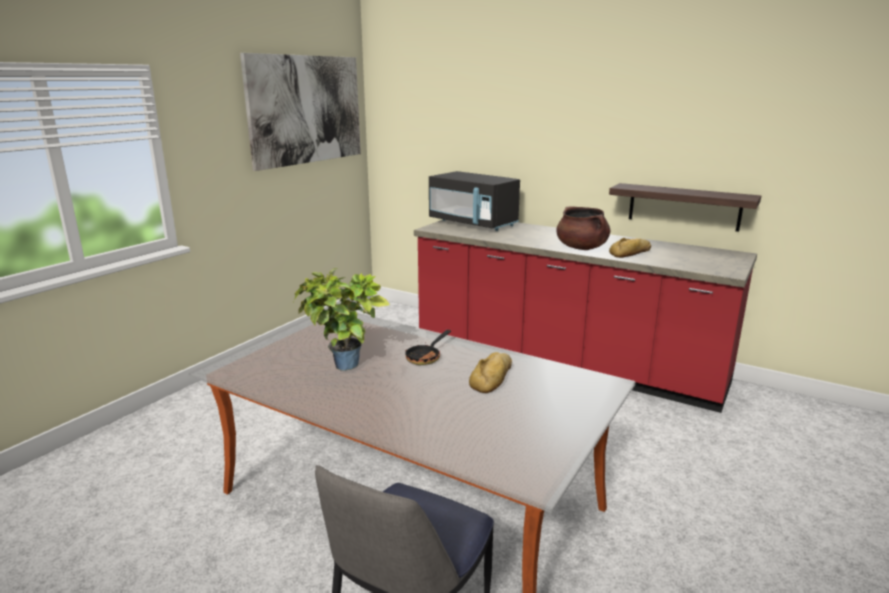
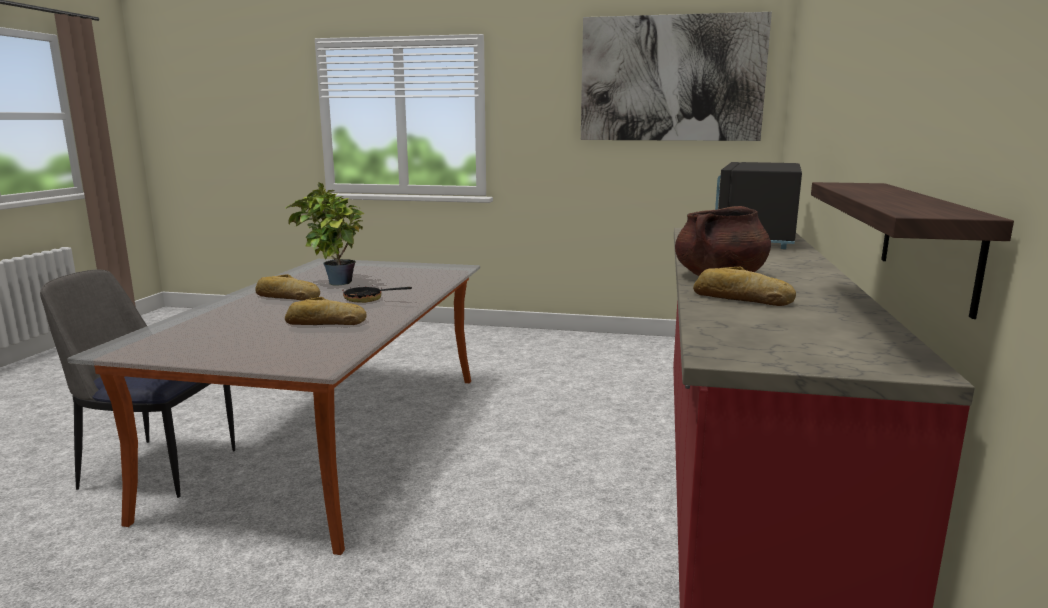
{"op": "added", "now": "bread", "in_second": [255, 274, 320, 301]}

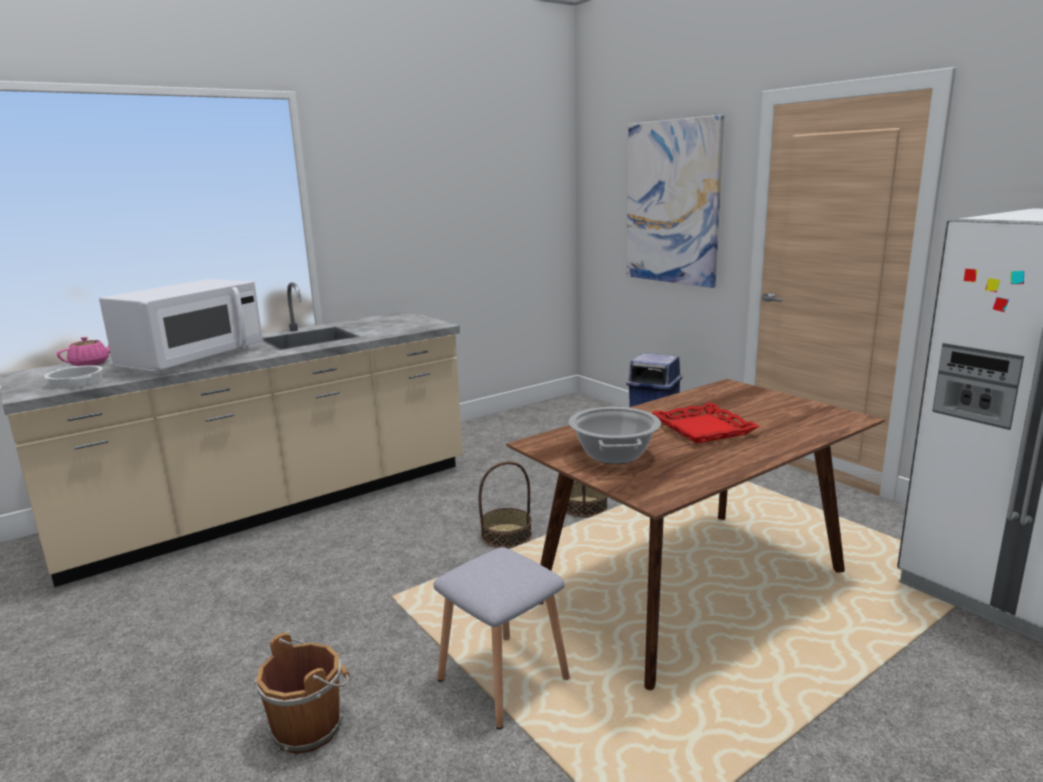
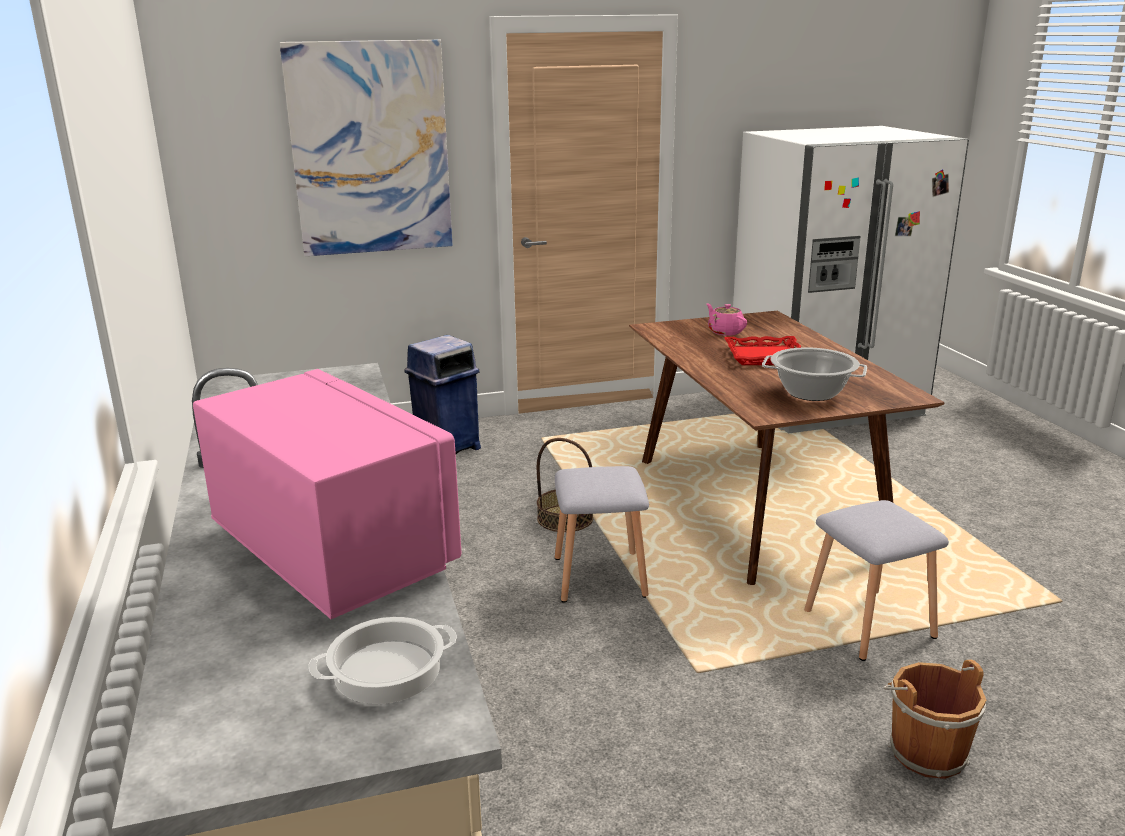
{"op": "recoloured", "was": "white microwave", "now": "pink microwave", "in_first": [99, 279, 263, 374], "in_second": [193, 369, 461, 619]}
{"op": "replaced", "was": "basket", "now": "grey stool", "in_first": [479, 461, 532, 548], "in_second": [555, 466, 649, 603]}
{"op": "moved", "was": "pink teapot", "in_first": [57, 337, 110, 366], "in_second": [706, 303, 747, 336]}

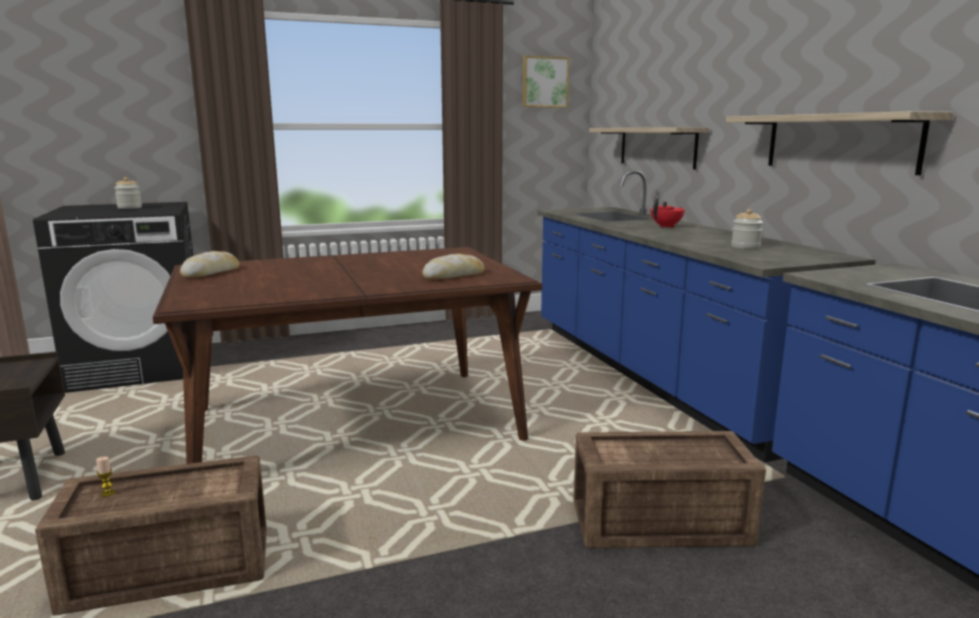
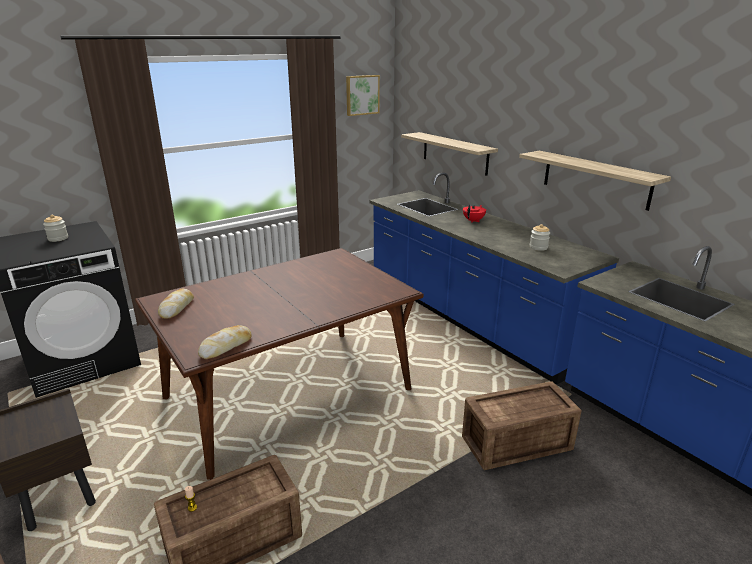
{"op": "moved", "was": "bread", "in_first": [422, 254, 485, 279], "in_second": [198, 325, 252, 359]}

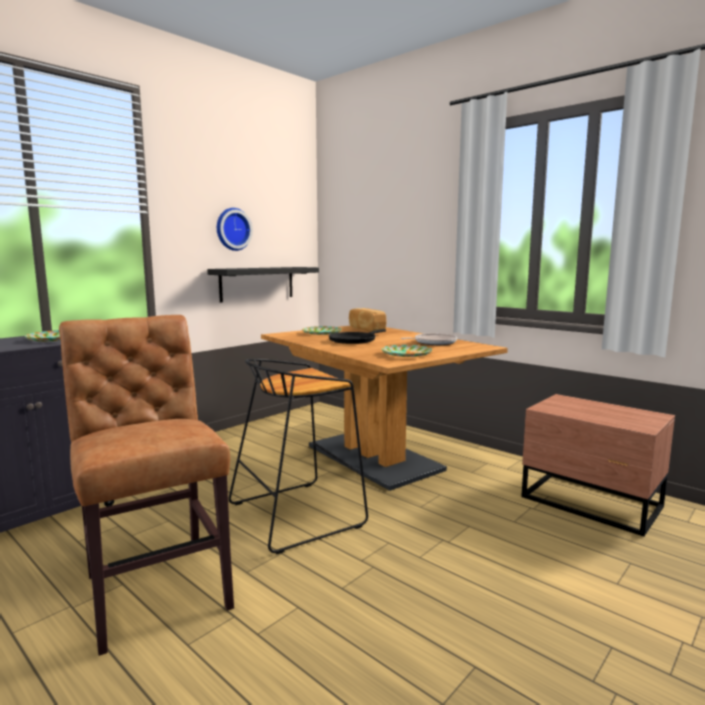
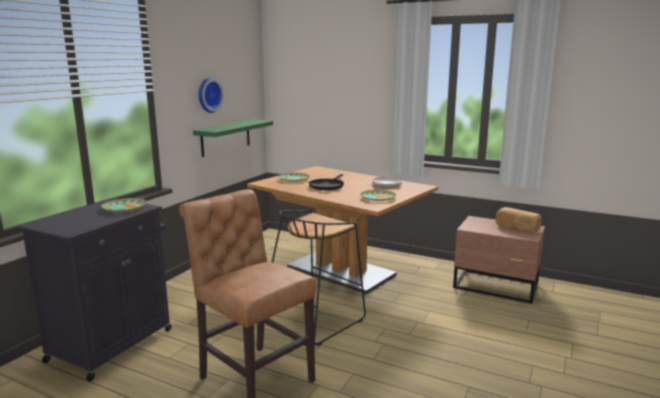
{"op": "recoloured", "was": "black shelf", "now": "green shelf", "in_first": [207, 267, 319, 303], "in_second": [193, 120, 273, 157]}
{"op": "moved", "was": "bread", "in_first": [349, 308, 387, 331], "in_second": [496, 207, 541, 233]}

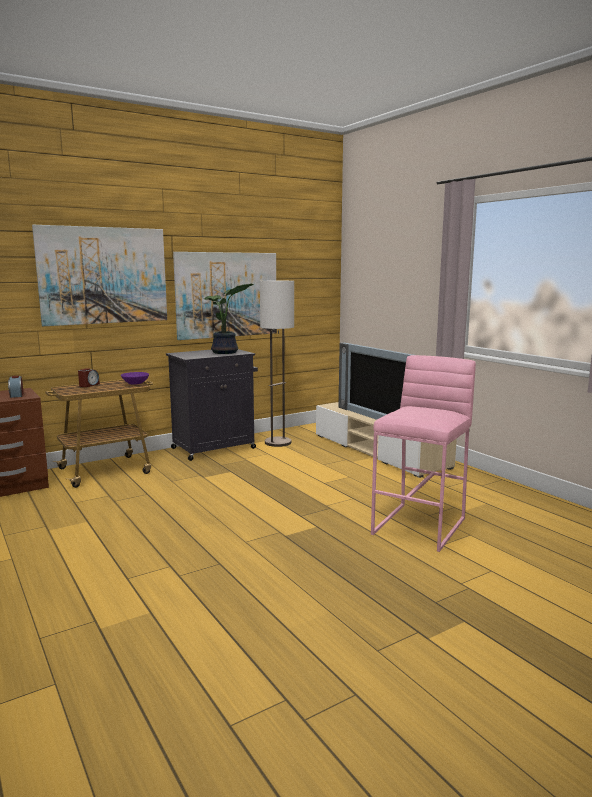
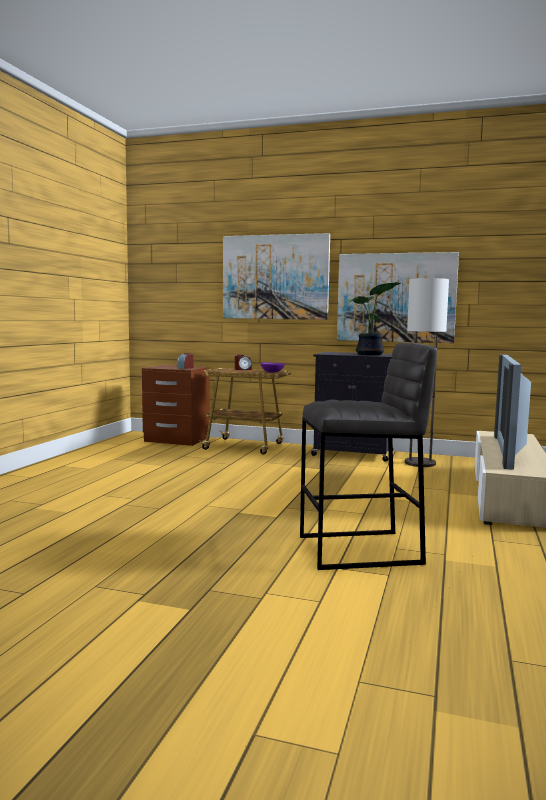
{"op": "recoloured", "was": "pink stool", "now": "grey stool", "in_first": [371, 355, 476, 552], "in_second": [300, 343, 437, 570]}

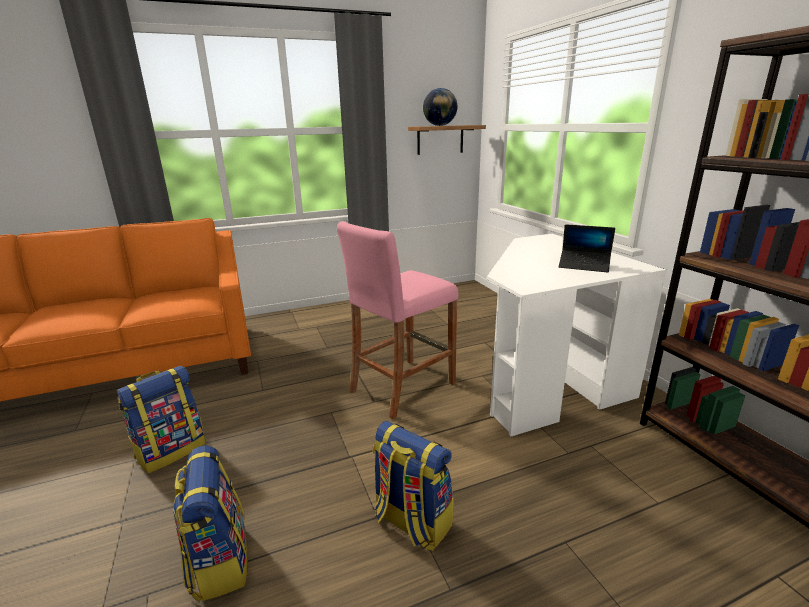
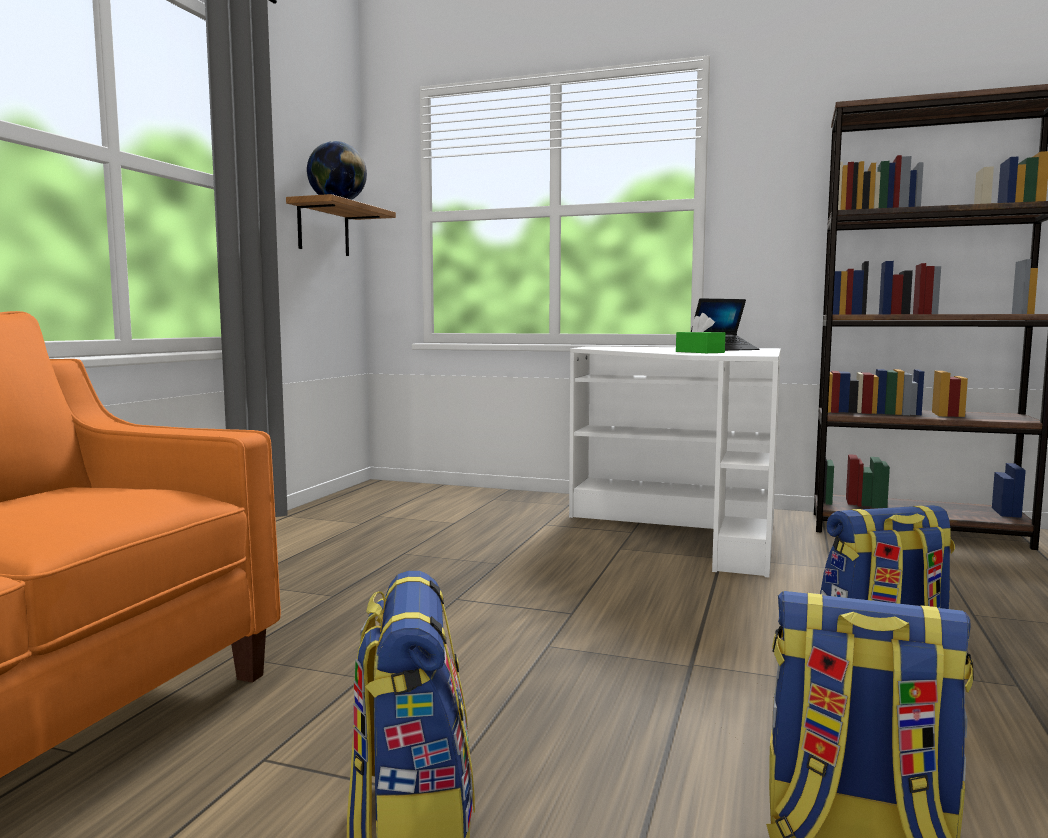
{"op": "added", "now": "green tissue box", "in_second": [676, 313, 725, 353]}
{"op": "removed", "was": "pink stool", "in_first": [337, 221, 458, 419]}

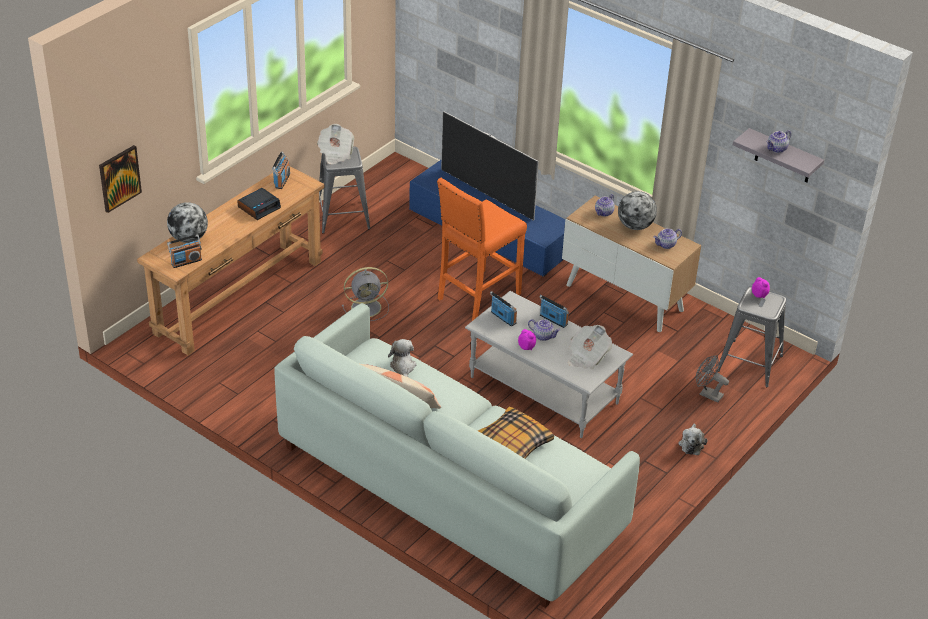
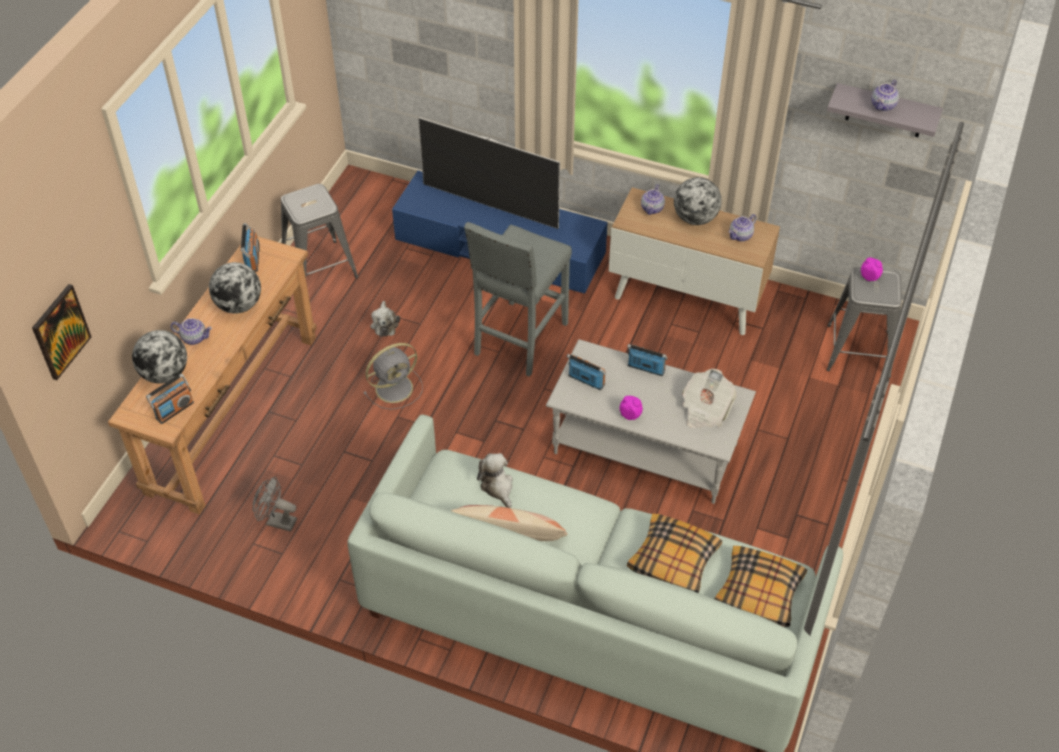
{"op": "moved", "was": "teapot", "in_first": [528, 319, 561, 341], "in_second": [171, 318, 212, 345]}
{"op": "replaced", "was": "alarm clock", "now": "globe", "in_first": [237, 188, 281, 220], "in_second": [209, 262, 261, 314]}
{"op": "moved", "was": "grey fan", "in_first": [695, 355, 729, 403], "in_second": [253, 477, 297, 532]}
{"op": "moved", "was": "plush toy", "in_first": [678, 424, 707, 455], "in_second": [370, 301, 400, 337]}
{"op": "recoloured", "was": "orange stool", "now": "grey stool", "in_first": [437, 178, 527, 321], "in_second": [464, 222, 572, 377]}
{"op": "added", "now": "pillow", "in_second": [715, 546, 807, 627]}
{"op": "removed", "was": "newspaper", "in_first": [317, 124, 354, 164]}

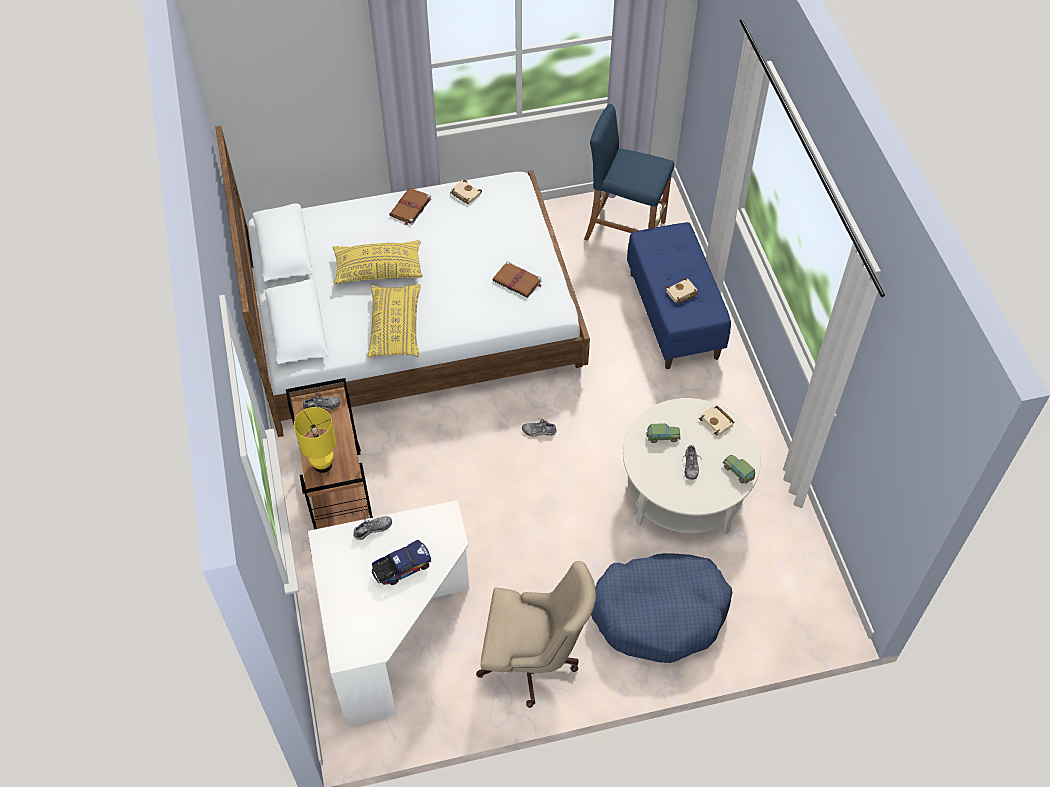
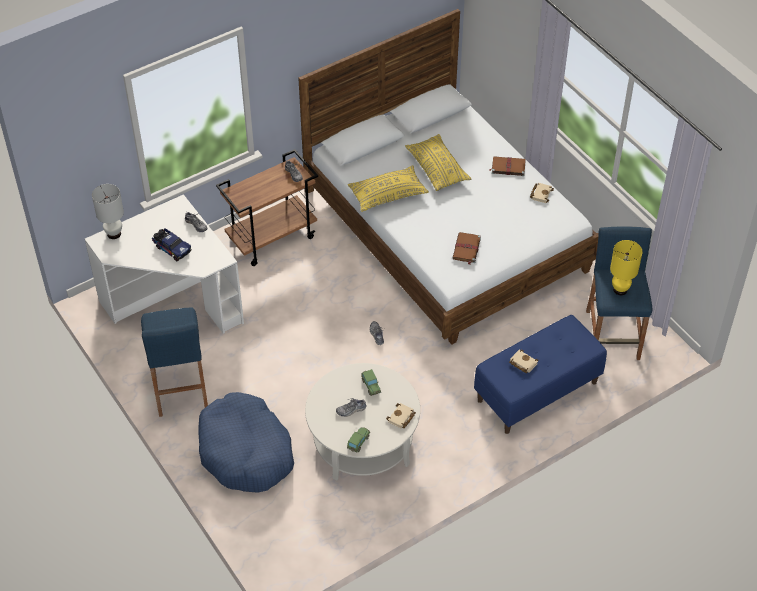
{"op": "added", "now": "white table lamp", "in_second": [92, 184, 124, 239]}
{"op": "replaced", "was": "beige office chair", "now": "blue stool", "in_first": [476, 561, 596, 708], "in_second": [141, 307, 208, 417]}
{"op": "moved", "was": "yellow table lamp", "in_first": [294, 407, 336, 473], "in_second": [610, 240, 643, 295]}

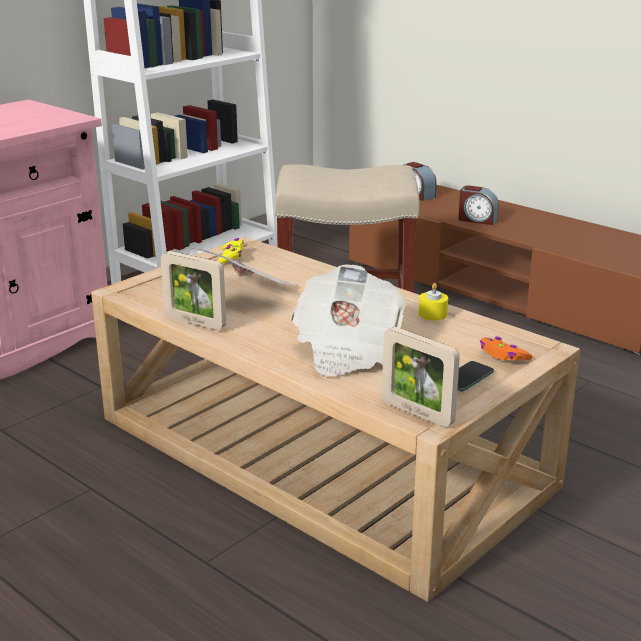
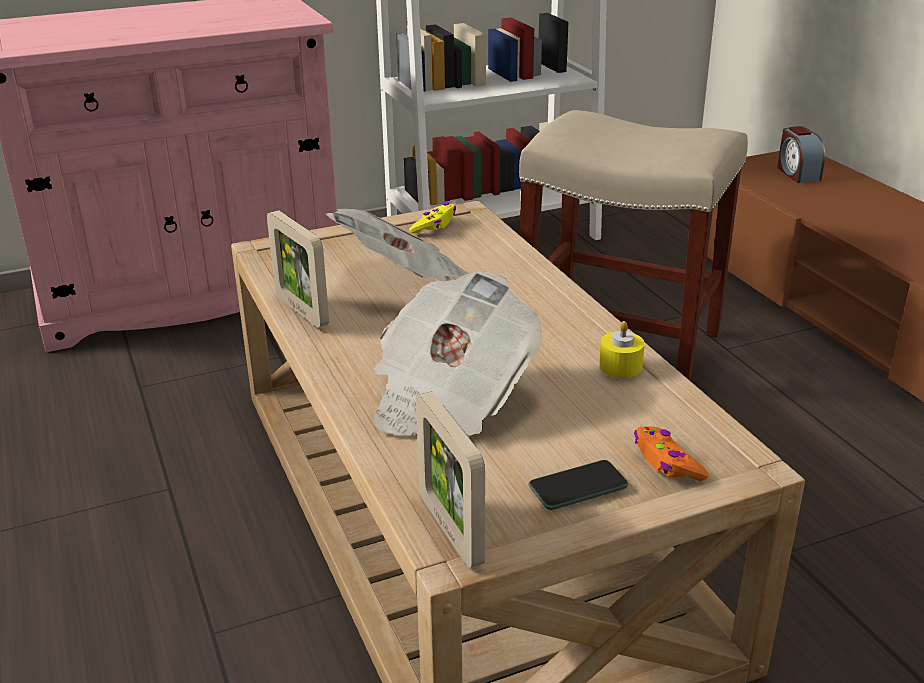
{"op": "removed", "was": "alarm clock", "in_first": [458, 185, 499, 225]}

